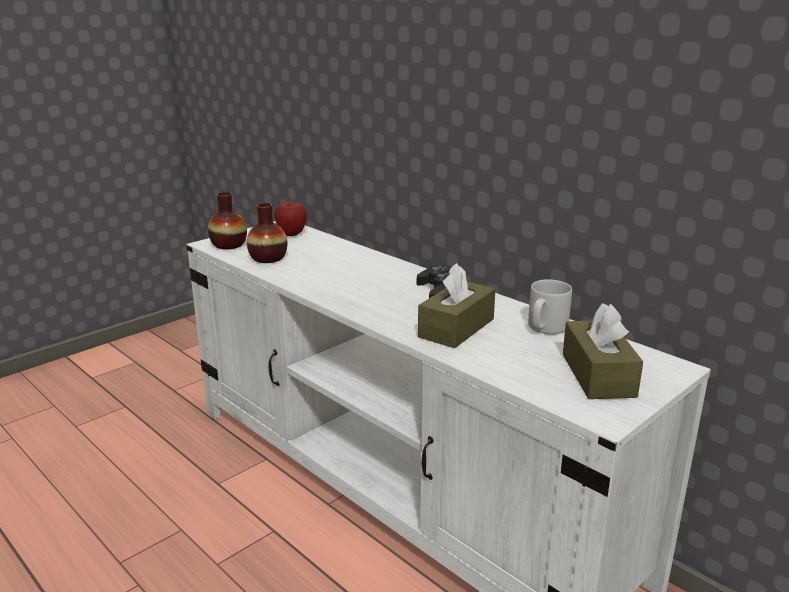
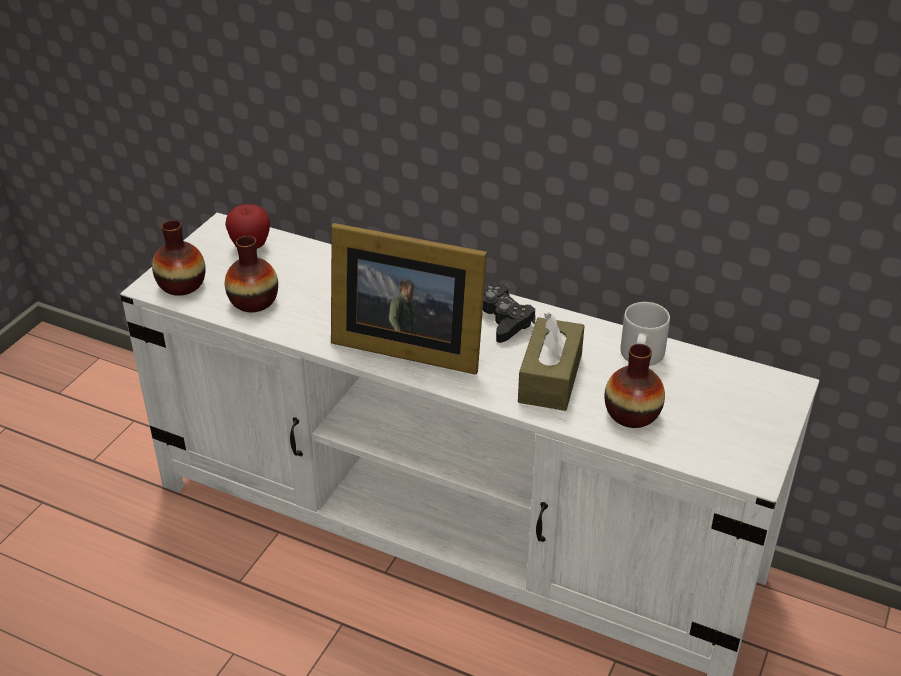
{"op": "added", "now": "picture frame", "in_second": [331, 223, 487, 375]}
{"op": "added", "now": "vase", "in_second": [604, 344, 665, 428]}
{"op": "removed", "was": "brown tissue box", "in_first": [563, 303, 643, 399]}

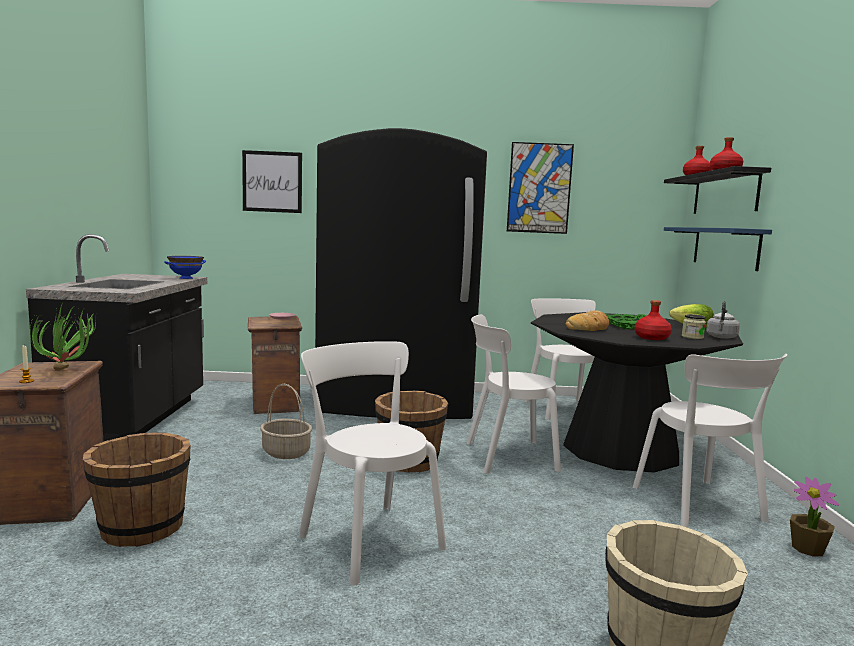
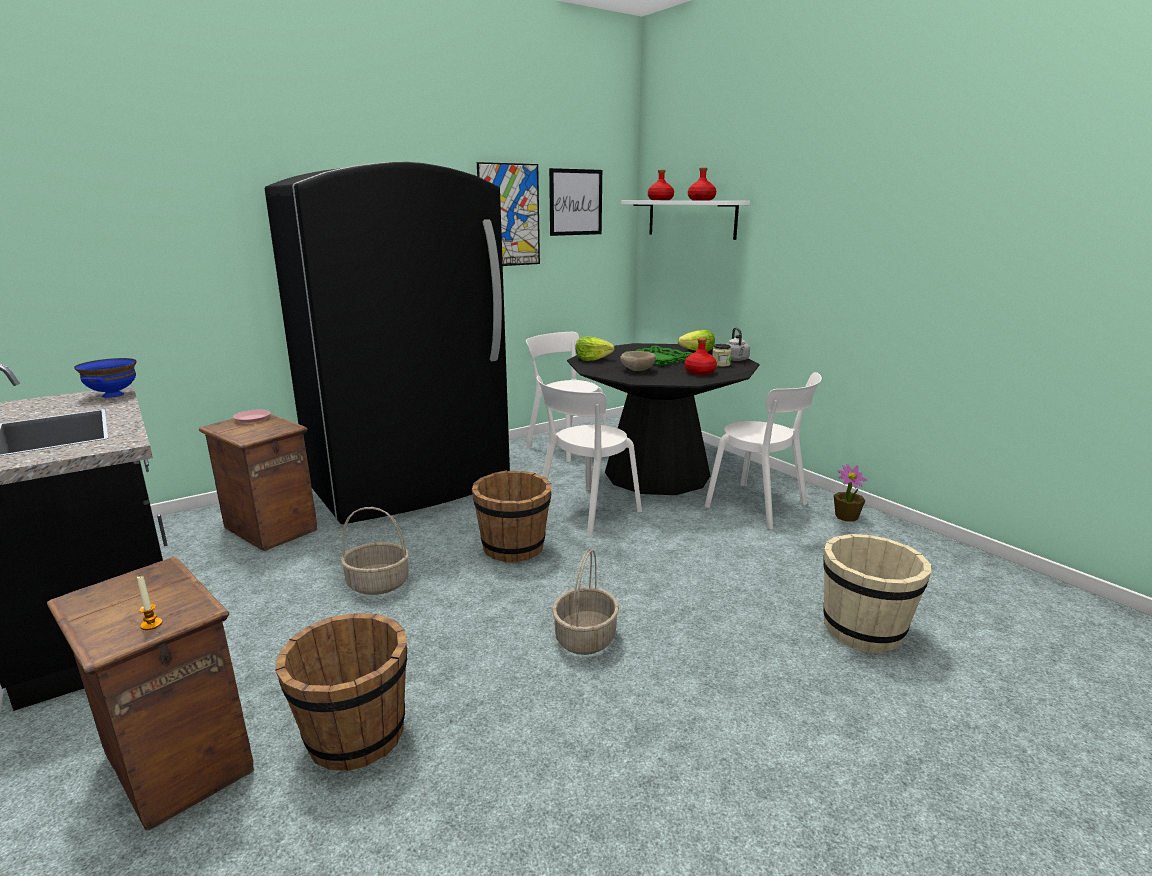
{"op": "moved", "was": "picture", "in_first": [242, 150, 302, 213], "in_second": [549, 168, 602, 236]}
{"op": "replaced", "was": "white chair", "now": "basket", "in_first": [299, 341, 446, 585], "in_second": [552, 549, 619, 655]}
{"op": "added", "now": "lettuce", "in_second": [576, 336, 615, 361]}
{"op": "replaced", "was": "bread", "now": "beige bowl", "in_first": [566, 310, 609, 331], "in_second": [620, 351, 656, 371]}
{"op": "recoloured", "was": "black shelf", "now": "white shelf", "in_first": [664, 166, 771, 214], "in_second": [621, 201, 750, 240]}
{"op": "removed", "was": "potted plant", "in_first": [30, 303, 96, 371]}
{"op": "removed", "was": "blue shelf", "in_first": [664, 227, 772, 271]}

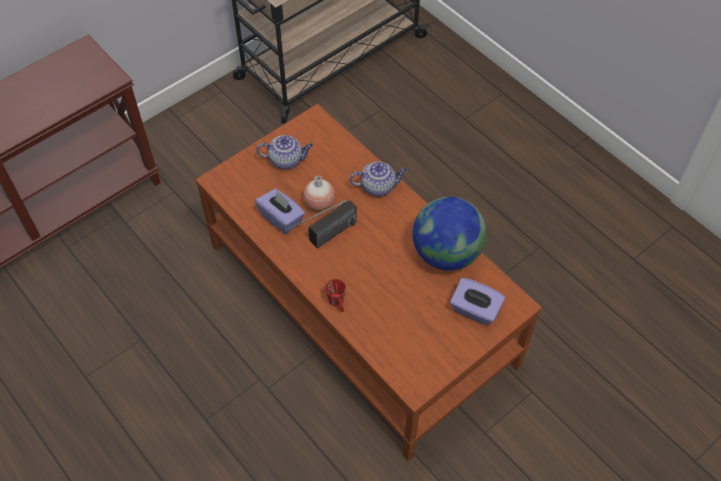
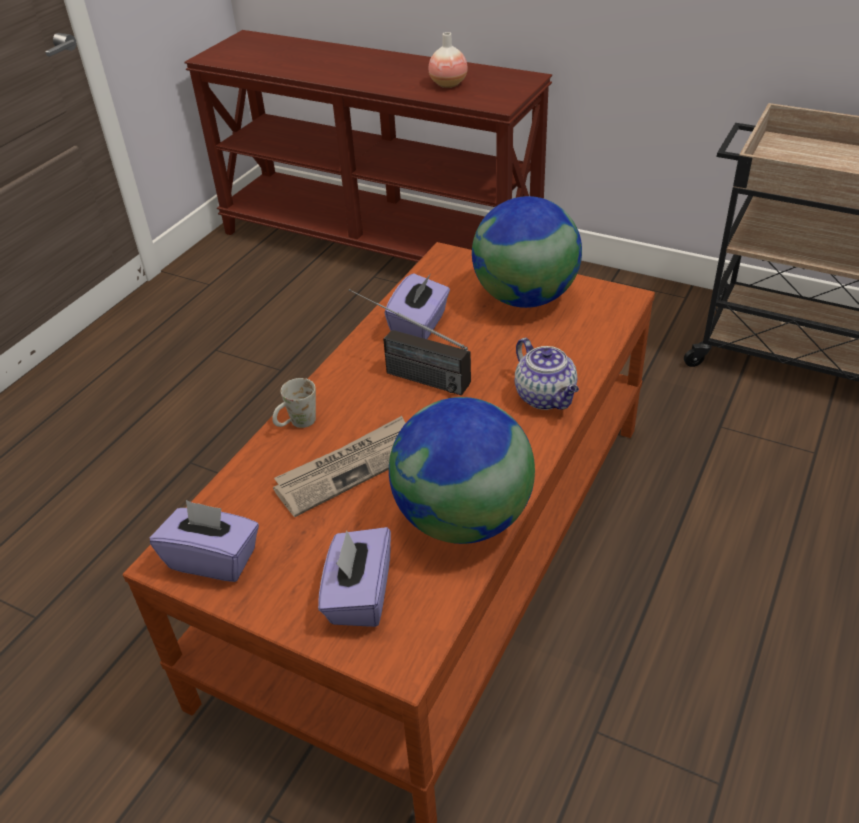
{"op": "added", "now": "purple tissue box", "in_second": [150, 500, 259, 582]}
{"op": "recoloured", "was": "red mug", "now": "white mug", "in_first": [325, 279, 346, 312], "in_second": [272, 378, 316, 428]}
{"op": "added", "now": "newspaper", "in_second": [273, 416, 406, 517]}
{"op": "moved", "was": "vase", "in_first": [303, 176, 335, 210], "in_second": [429, 32, 468, 88]}
{"op": "replaced", "was": "teapot", "now": "globe", "in_first": [257, 135, 313, 169], "in_second": [472, 196, 582, 308]}

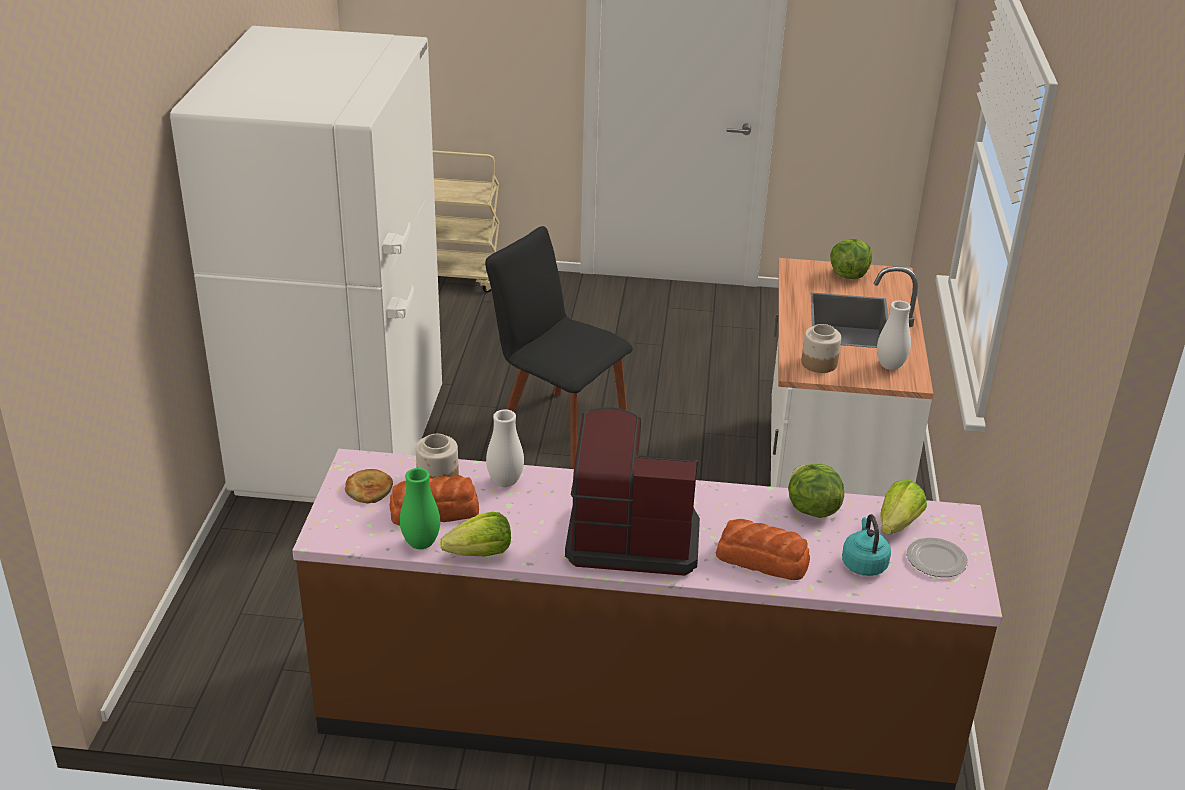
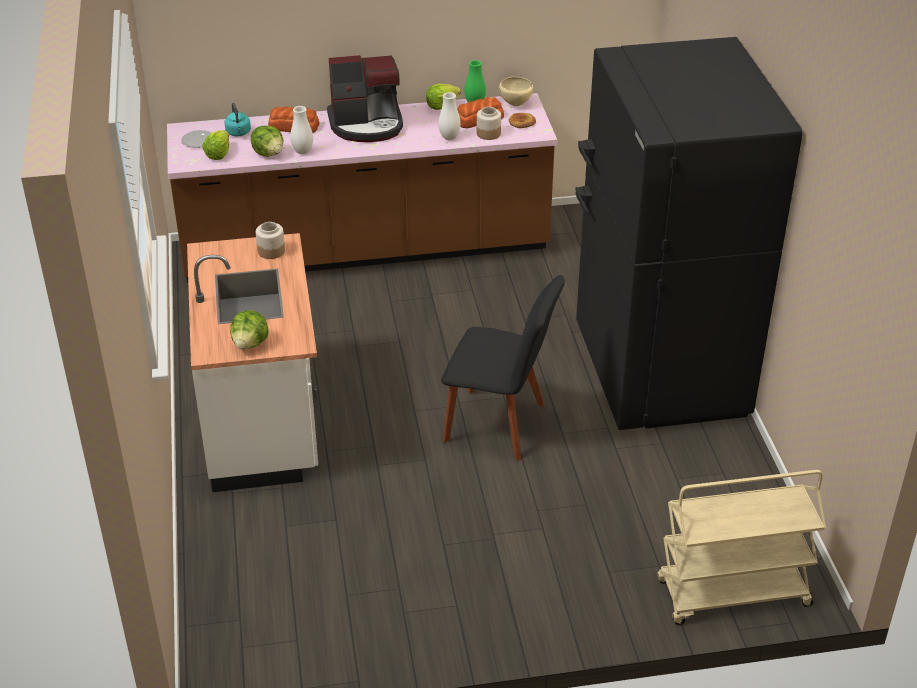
{"op": "moved", "was": "white vase", "in_first": [877, 301, 911, 370], "in_second": [290, 106, 313, 154]}
{"op": "added", "now": "beige bowl", "in_second": [499, 77, 533, 106]}
{"op": "recoloured", "was": "white fridge", "now": "black fridge", "in_first": [170, 26, 442, 503], "in_second": [575, 37, 802, 430]}

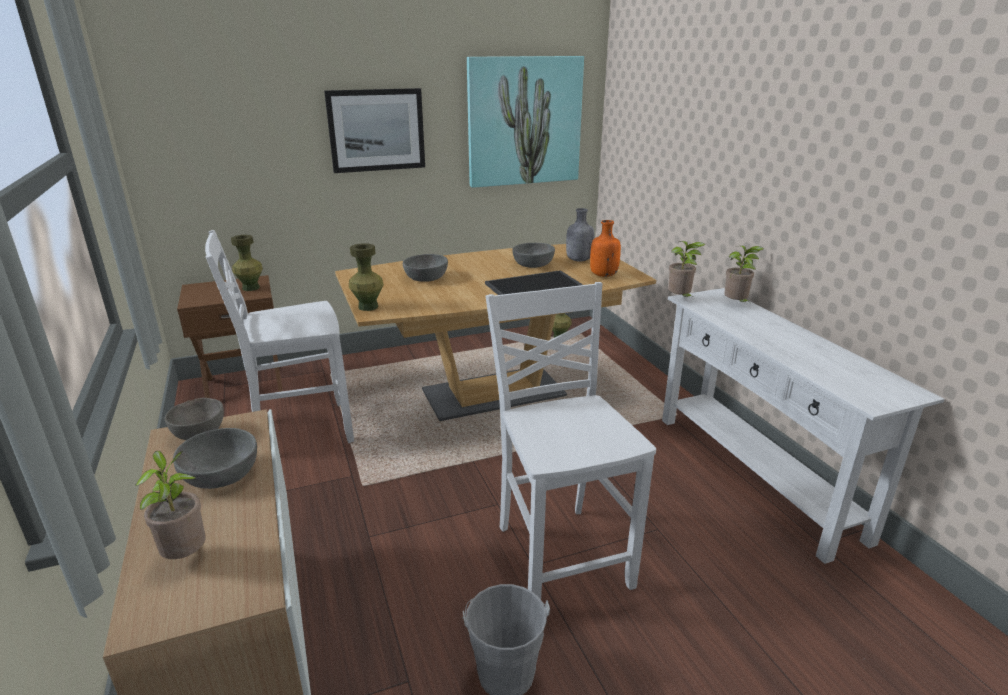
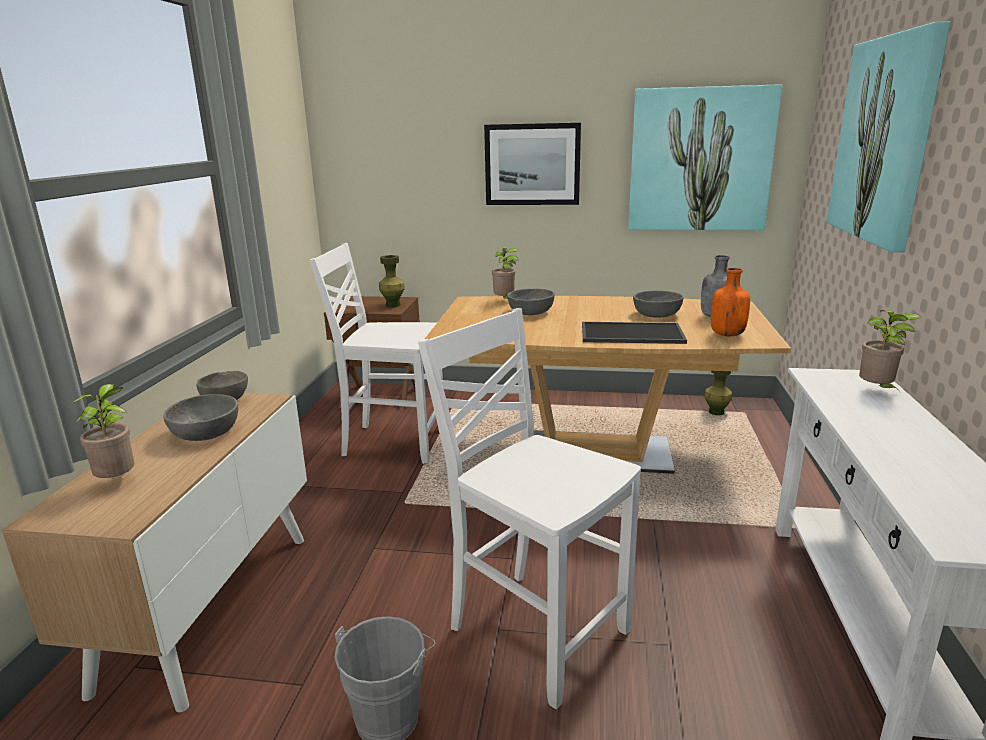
{"op": "turned", "was": "white chair", "in_first": [486, 282, 656, 599], "in_second": [418, 308, 641, 709], "clockwise": -60}
{"op": "moved", "was": "potted plant", "in_first": [668, 241, 705, 297], "in_second": [492, 247, 518, 299]}
{"op": "added", "now": "picture", "in_second": [827, 21, 951, 252]}
{"op": "removed", "was": "green vase", "in_first": [349, 243, 384, 311]}

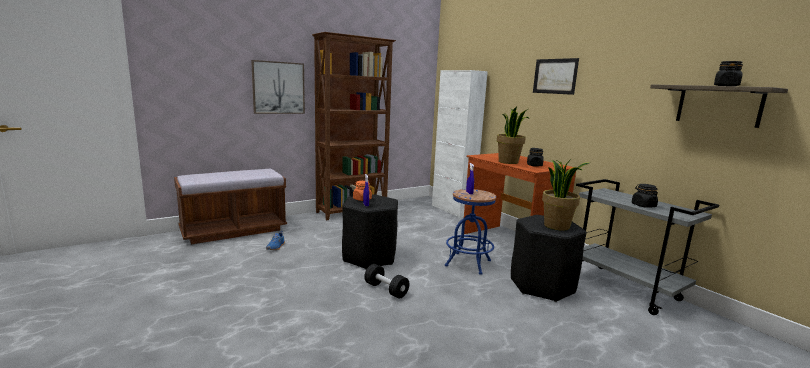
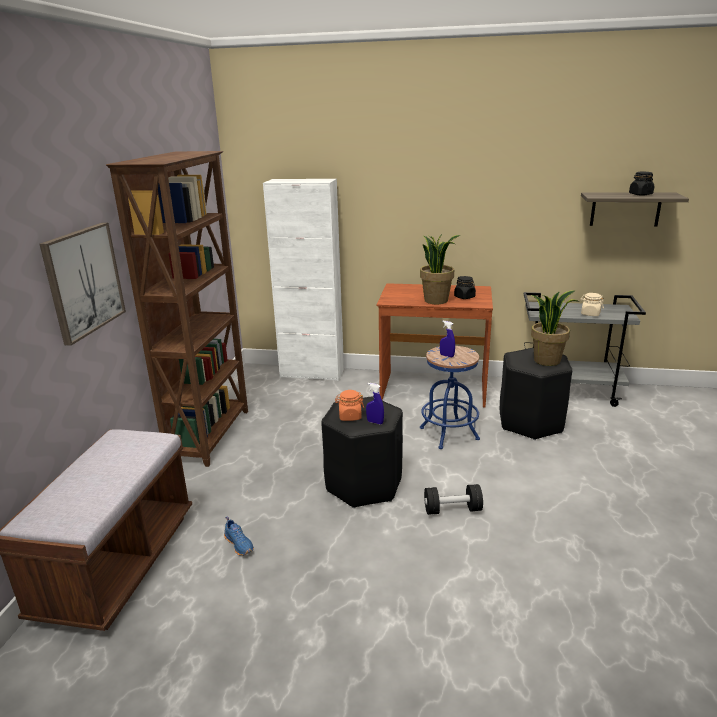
{"op": "recoloured", "was": "black jar", "now": "beige jar", "in_first": [632, 184, 658, 208], "in_second": [580, 293, 604, 316]}
{"op": "removed", "was": "picture", "in_first": [533, 58, 579, 95]}

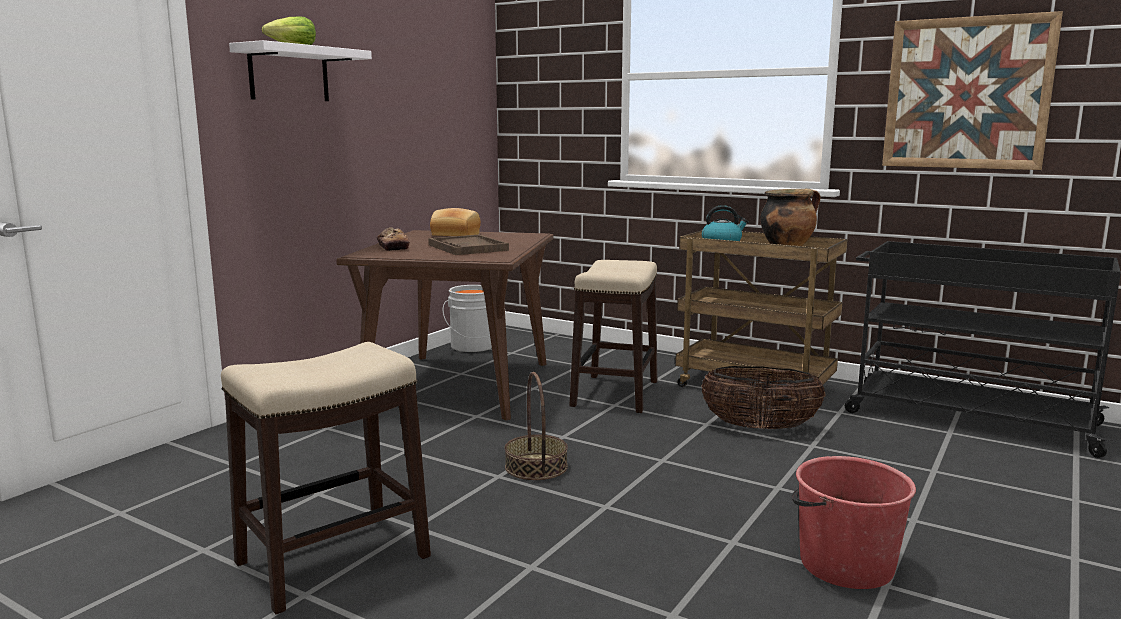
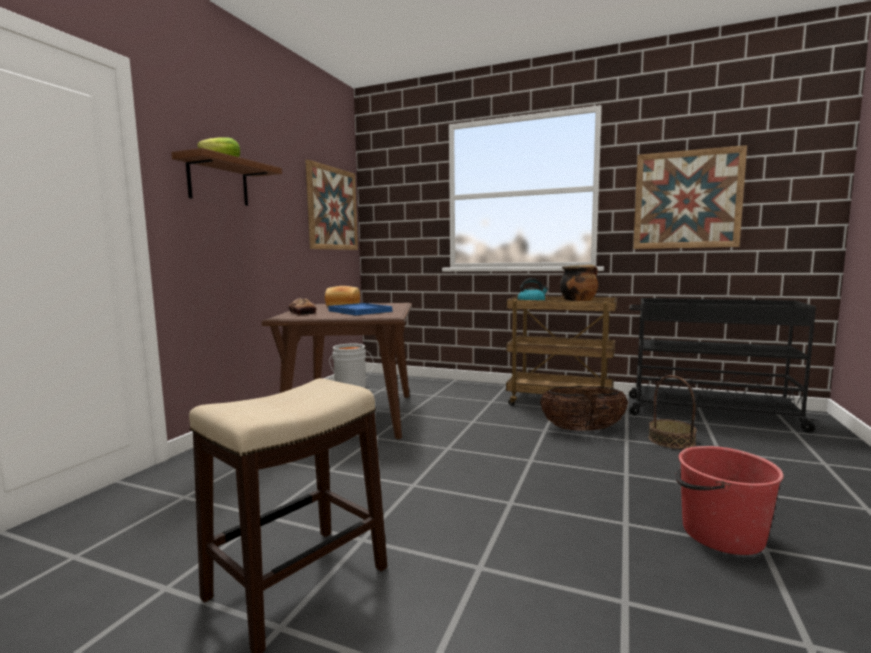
{"op": "recoloured", "was": "white shelf", "now": "brown shelf", "in_first": [229, 40, 372, 101], "in_second": [171, 148, 282, 206]}
{"op": "added", "now": "picture", "in_second": [305, 160, 358, 250]}
{"op": "recoloured", "was": "brown tray", "now": "blue tray", "in_first": [428, 235, 509, 255], "in_second": [328, 303, 392, 315]}
{"op": "moved", "was": "basket", "in_first": [505, 372, 568, 480], "in_second": [648, 375, 697, 449]}
{"op": "removed", "was": "stool", "in_first": [569, 260, 658, 413]}

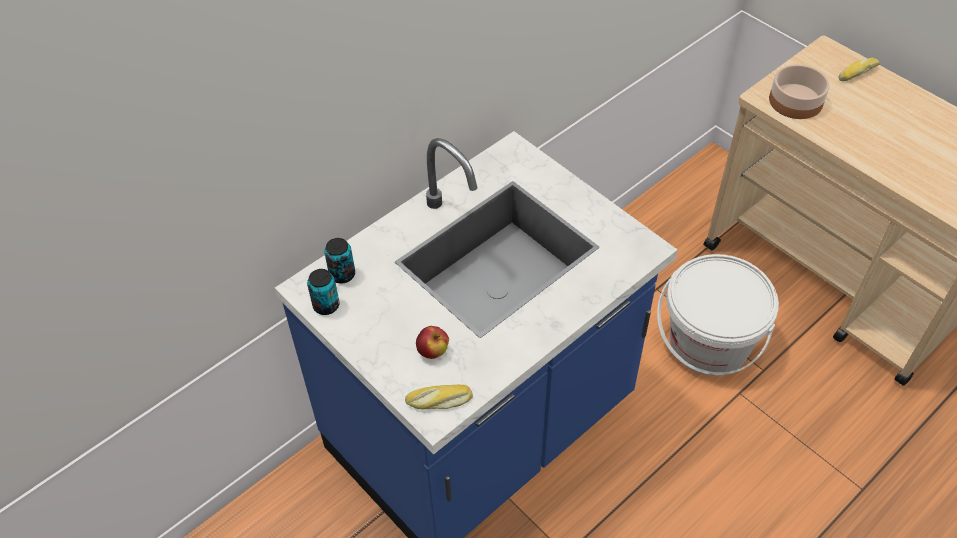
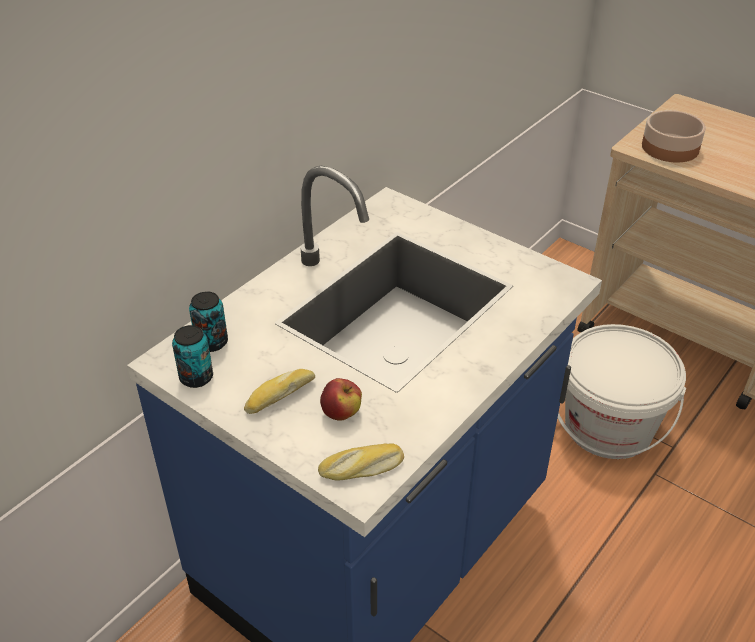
{"op": "moved", "was": "bread", "in_first": [839, 58, 880, 81], "in_second": [244, 369, 315, 414]}

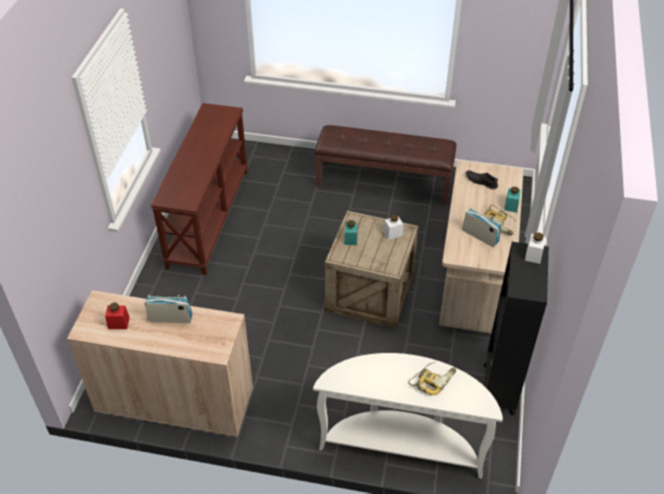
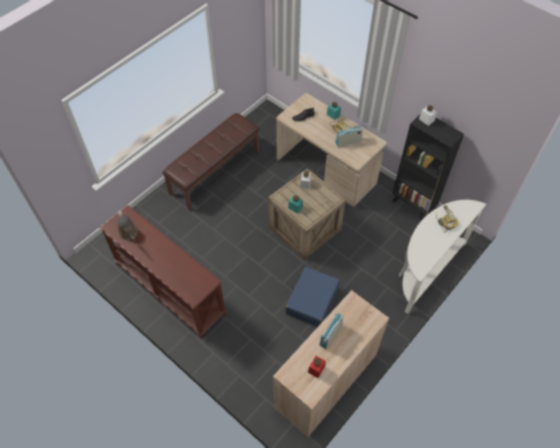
{"op": "added", "now": "brown watering can", "in_second": [117, 210, 139, 241]}
{"op": "added", "now": "blue suitcase", "in_second": [285, 267, 340, 327]}

